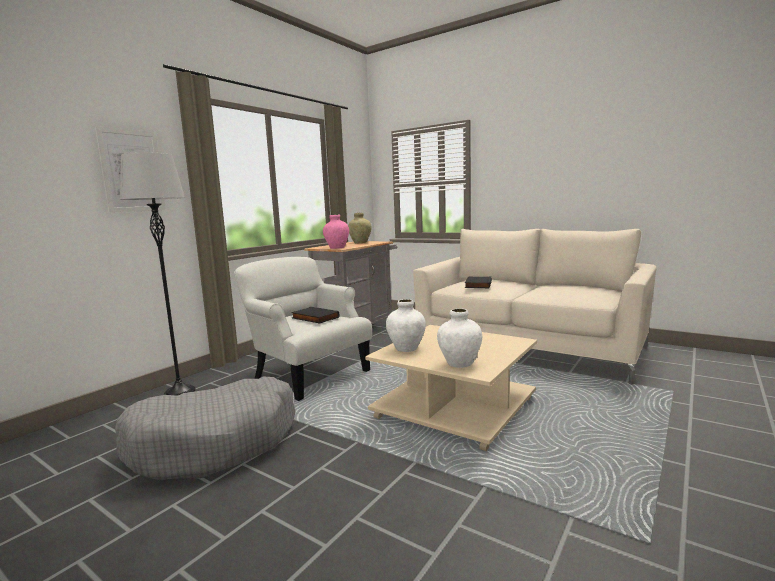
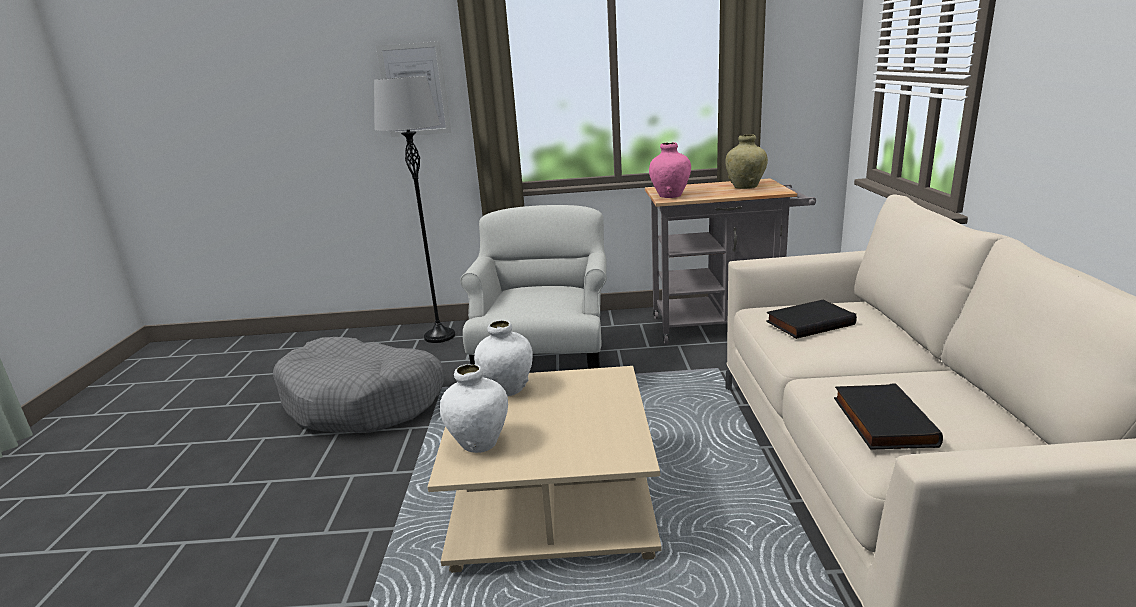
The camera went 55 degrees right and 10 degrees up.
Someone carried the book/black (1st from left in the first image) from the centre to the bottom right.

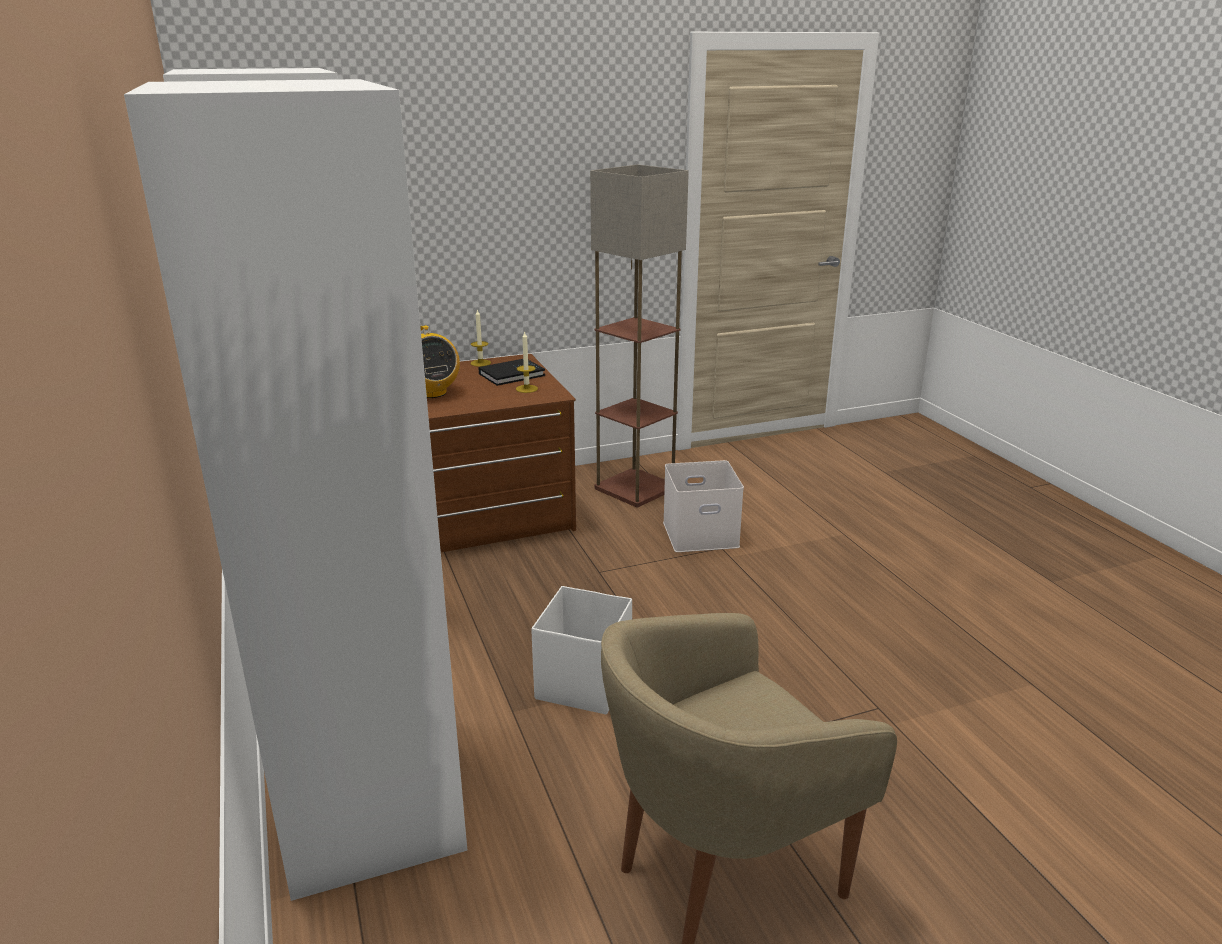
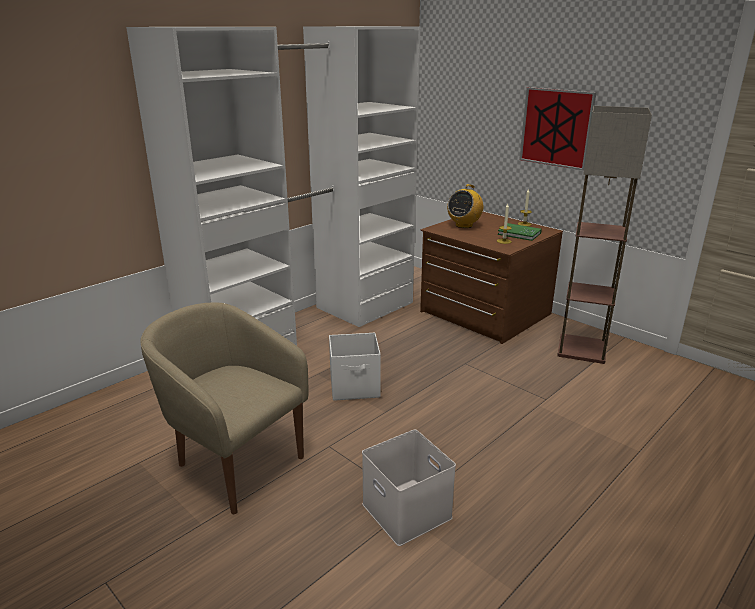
The camera went 65 degrees right and 0 degrees up.
Someone carried the storage box/white (2nd from left) from the centre to the bottom centre.
Someone repainted the book/black at the centre, which became the book/green at the middle right.
Someone put up the picture at the top right.

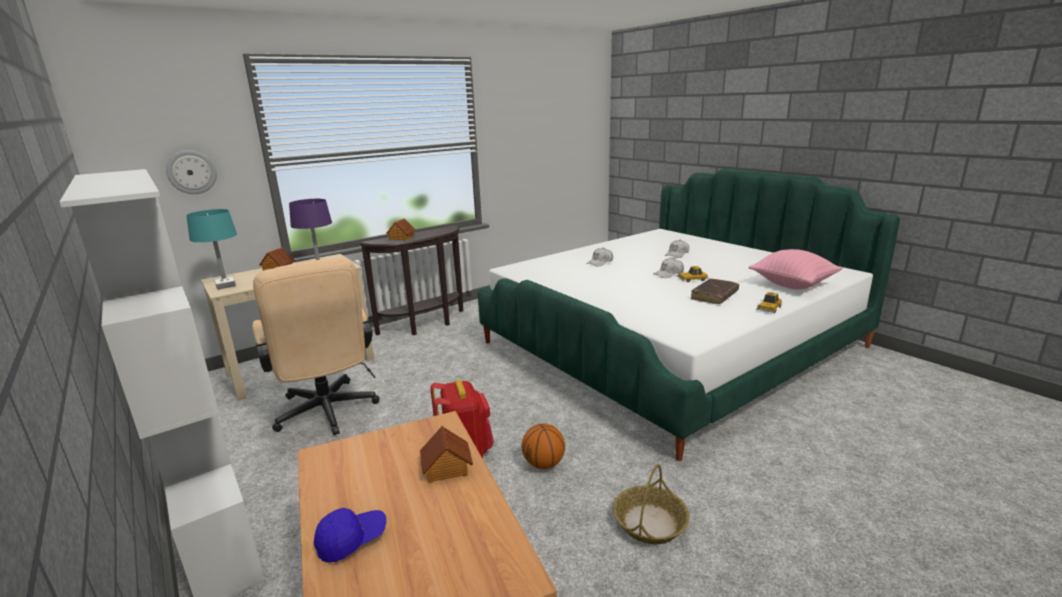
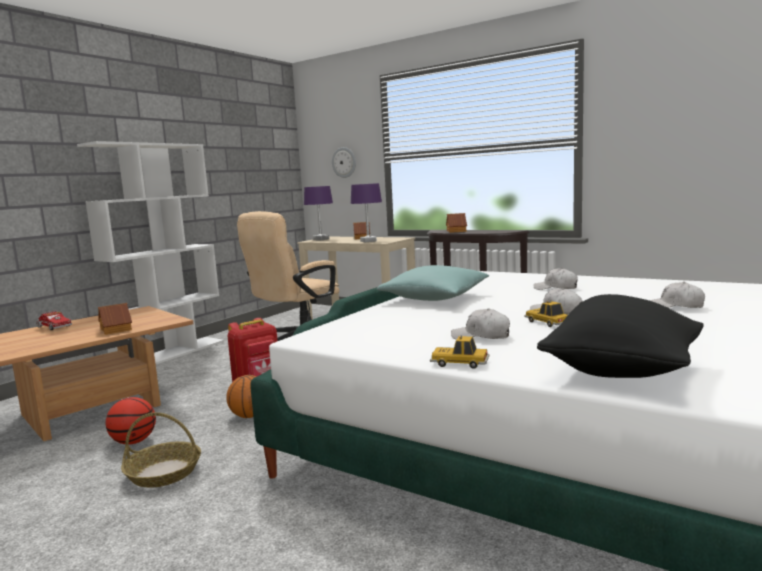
The camera went 70 degrees right and 10 degrees down.
Someone swapped the cap/blue at the bottom left for the toy truck at the middle left.
Someone put down the basketball (1st from left) at the bottom left.
Someone repainted the table lamp/turquoise at the middle left, which became the table lamp/purple (1st from left) at the centre.
Someone put down the pillow/turquoise at the centre.
Someone swapped the book/brown at the middle right for the cap/white (1st from left) at the centre.
Someone repainted the pillow/pink at the middle right, which became the pillow/black at the middle right.

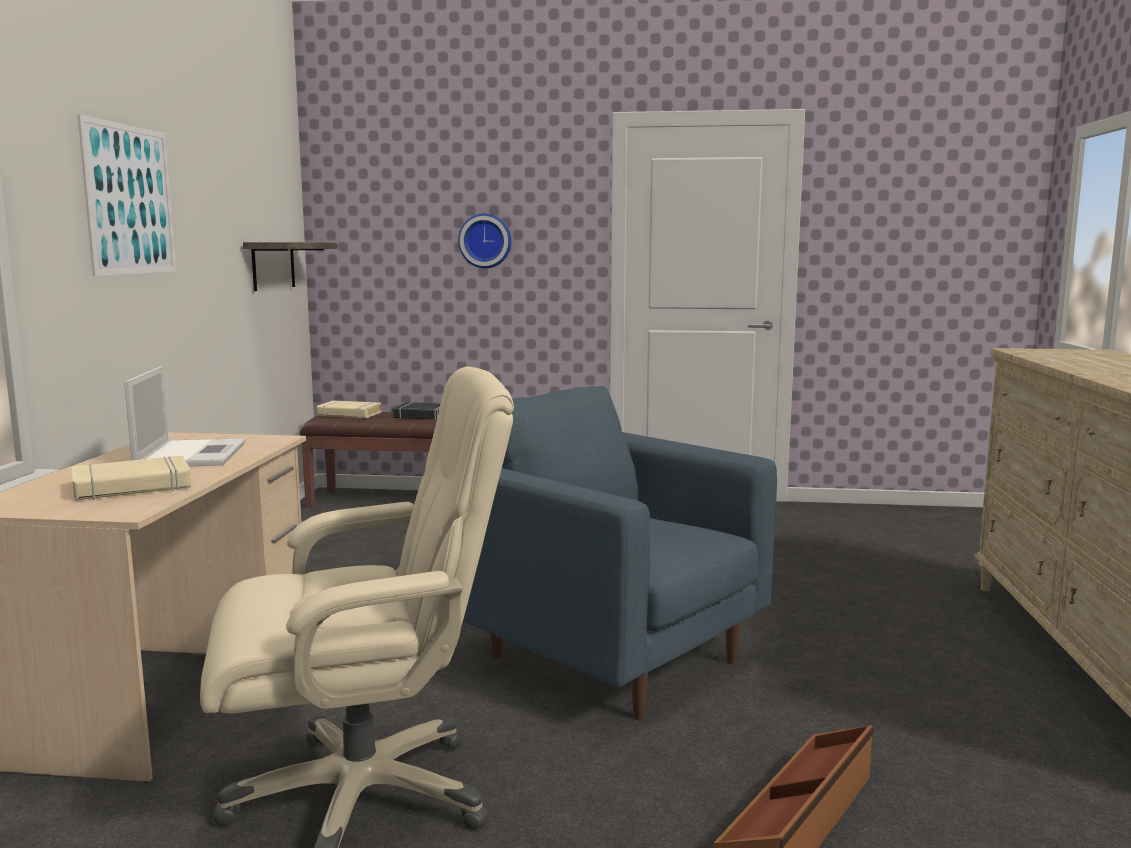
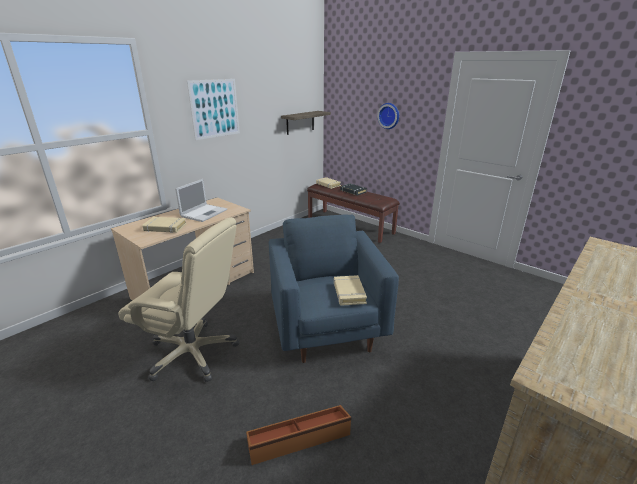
The camera went 35 degrees right and 15 degrees up.
Someone put down the book/beige (3rd from left) at the centre.

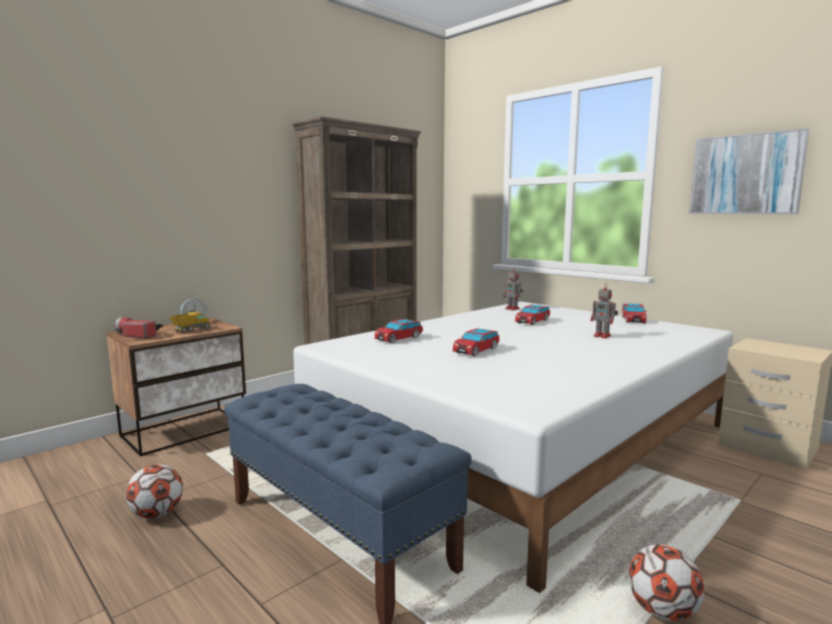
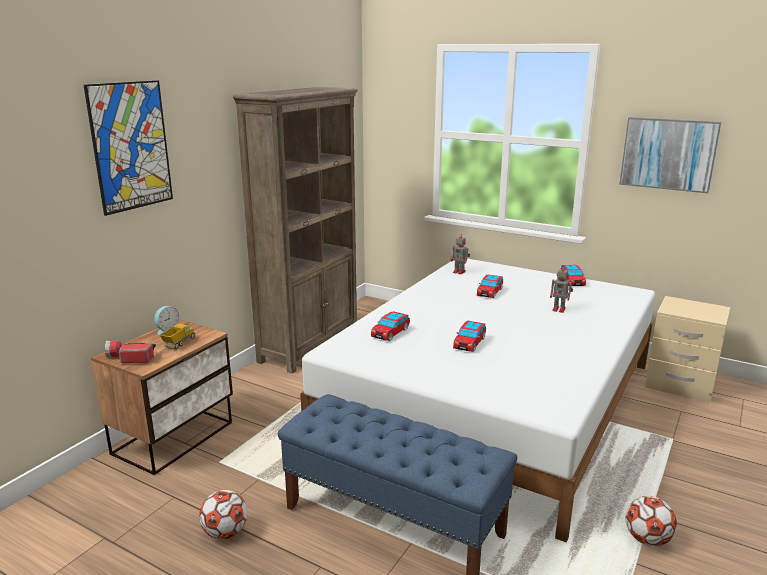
The camera went 15 degrees left and 10 degrees up.
Someone put up the picture (1st from left) at the top left.

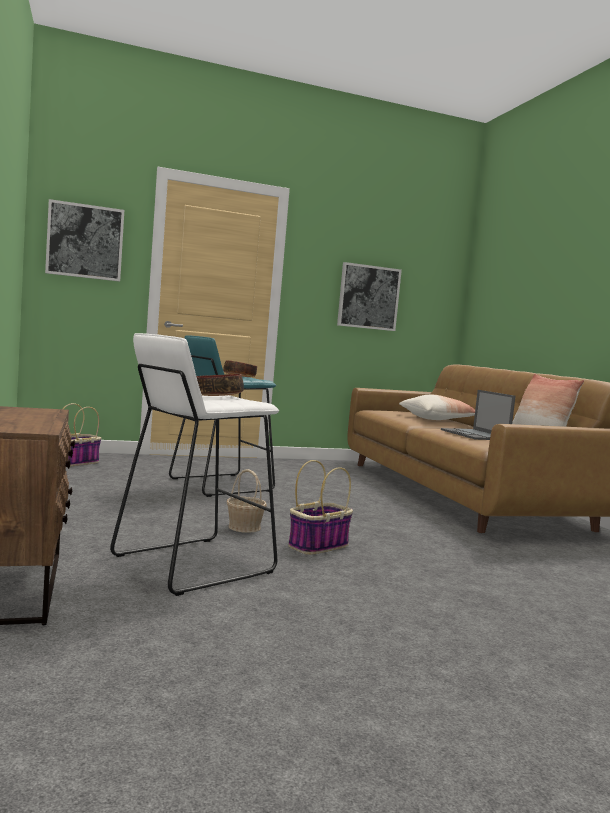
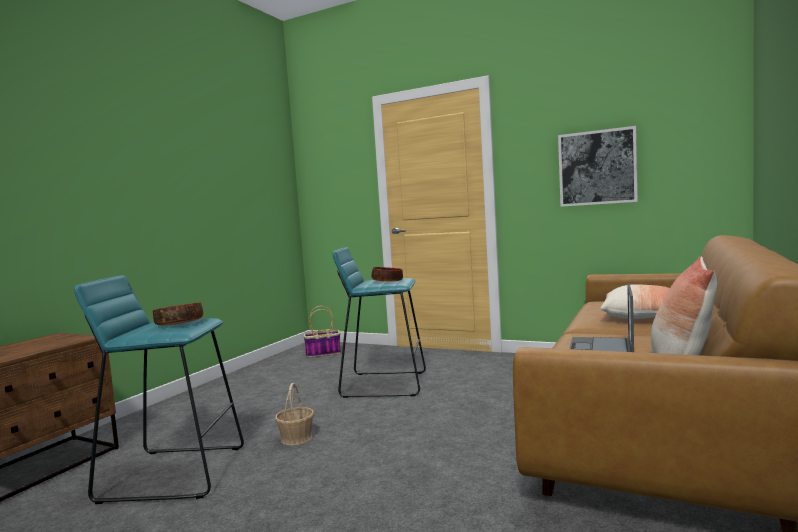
The camera went 45 degrees right and 0 degrees up.
Someone repainted the stool/white at the middle left, which became the stool/turquoise (1st from left) at the bottom left.
Someone took away the picture (1st from left) at the top left.
Someone took away the basket (3rd from left) at the centre.

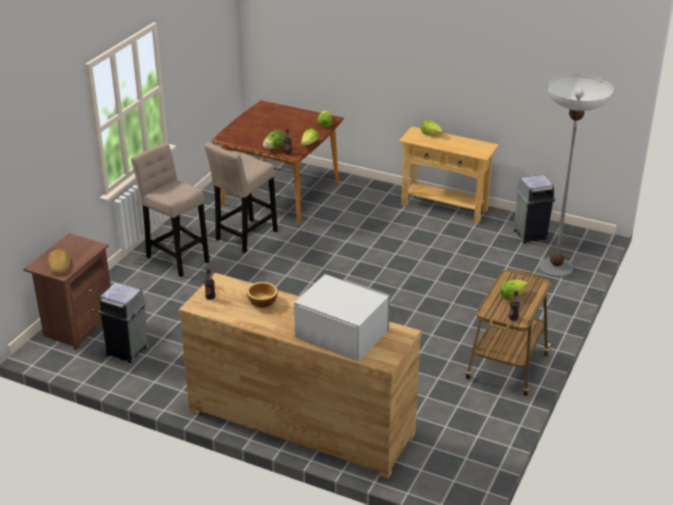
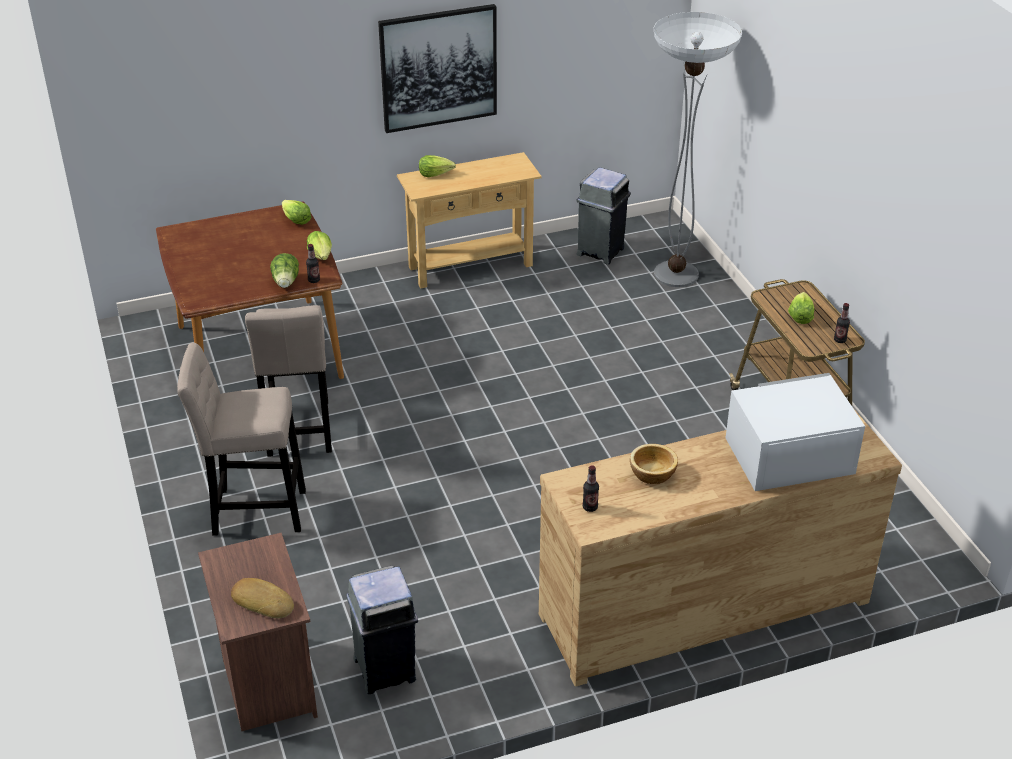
The camera went 45 degrees left and 5 degrees up.
Someone put up the picture at the top centre.

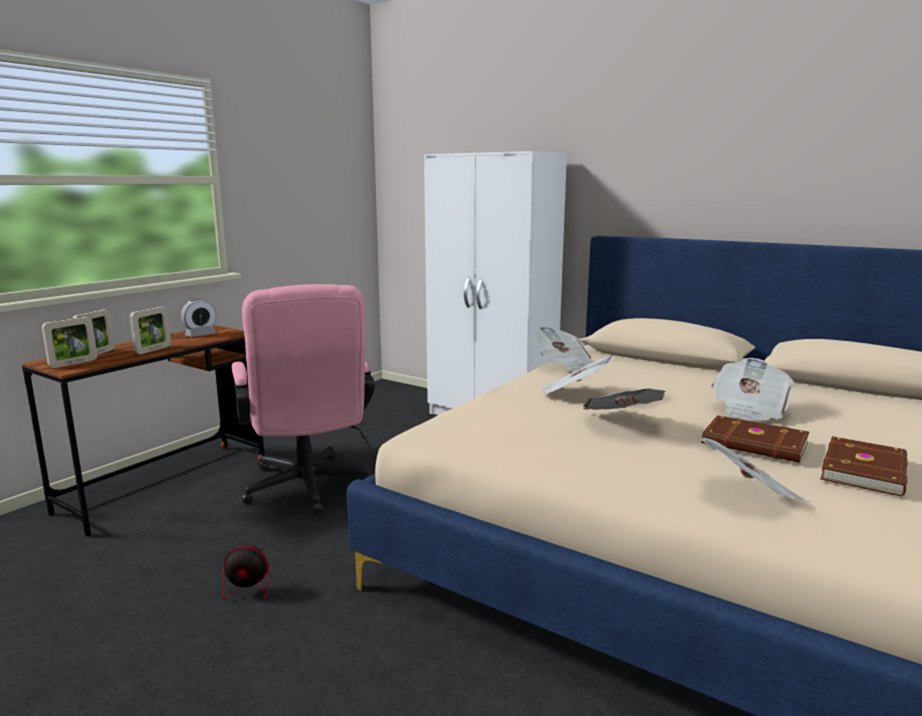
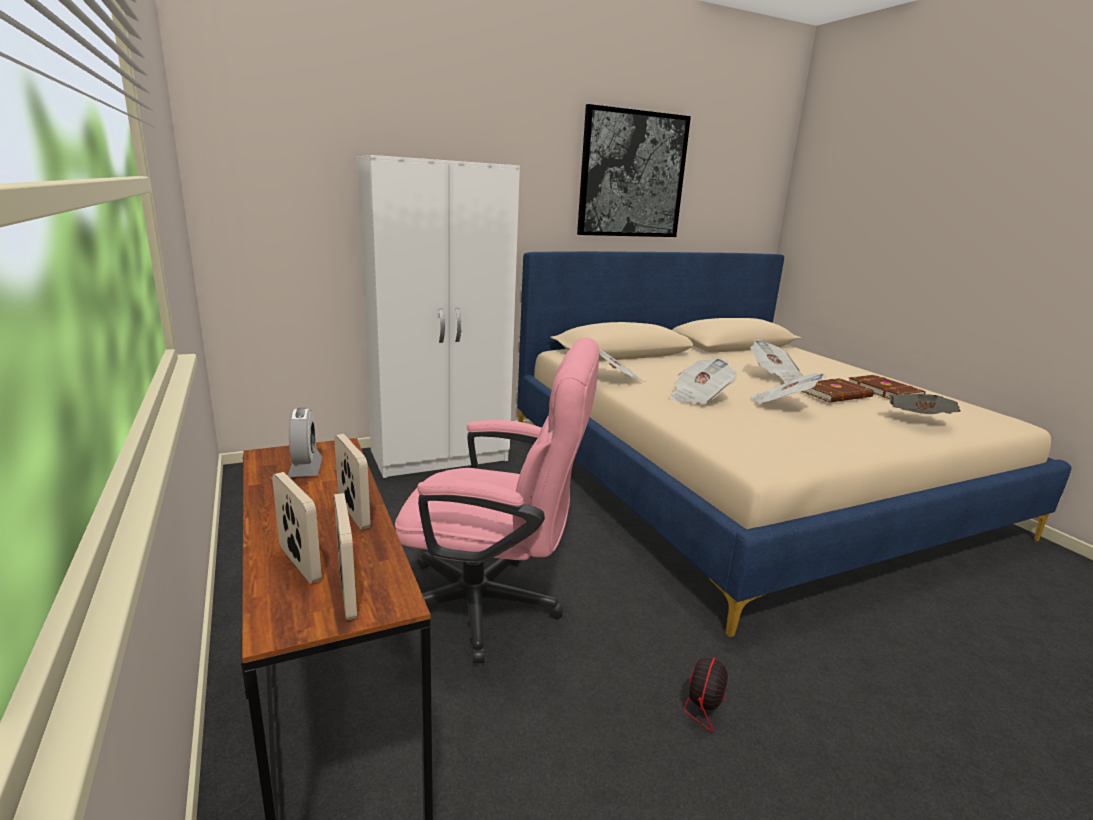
The camera went 60 degrees left and 5 degrees up.
Someone put up the picture at the top centre.

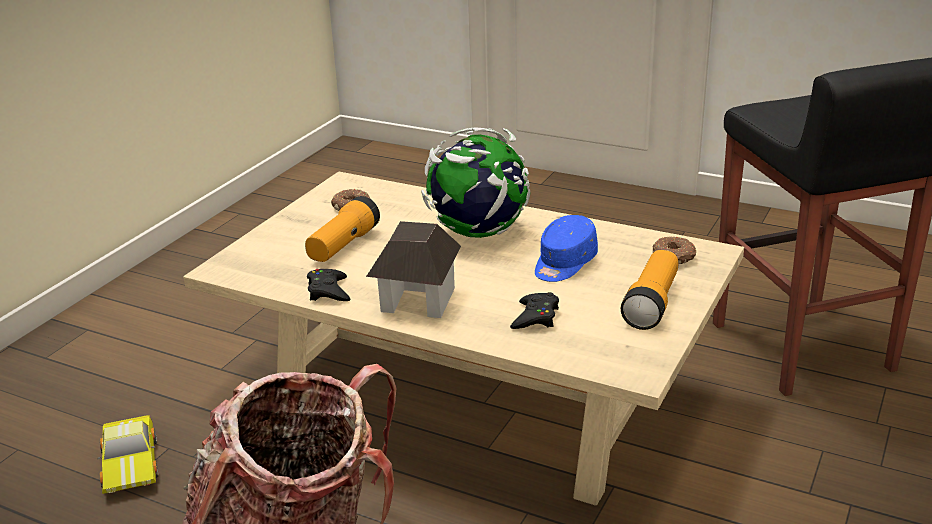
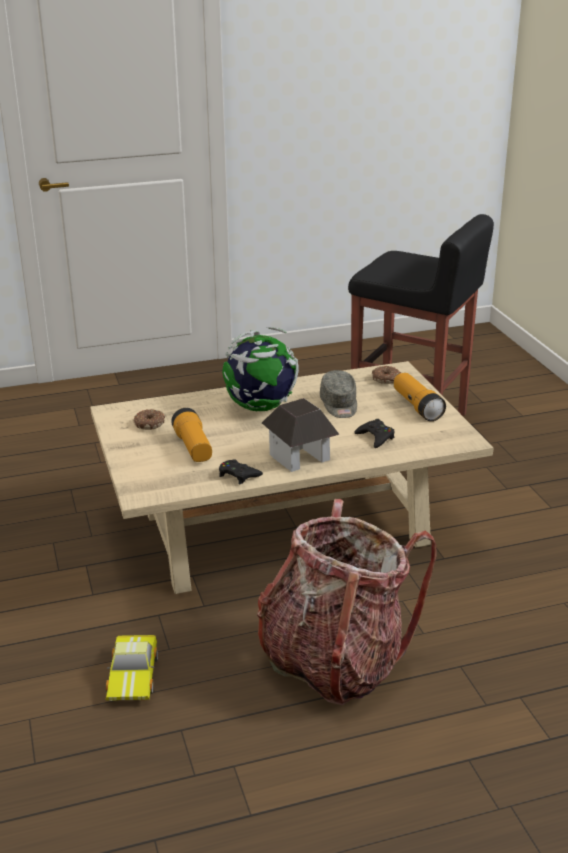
The camera went 45 degrees left and 0 degrees up.
Someone rotated the toy car at the bottom left by 60 degrees clockwise.
Someone repainted the cap/blue at the centre, which became the cap/grey at the centre.

